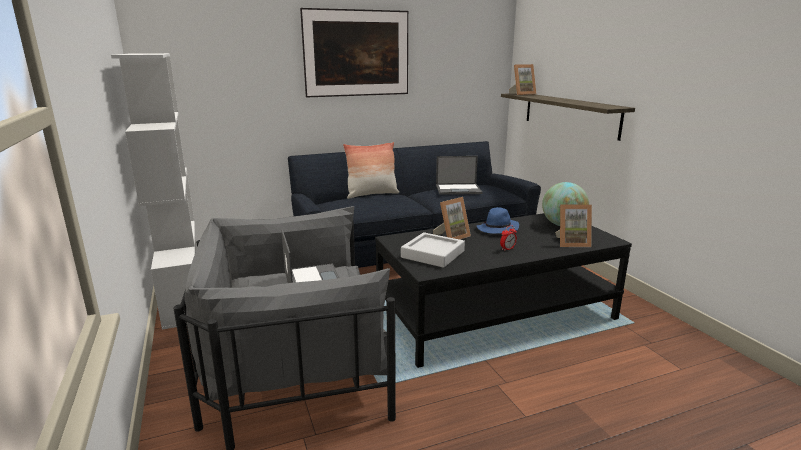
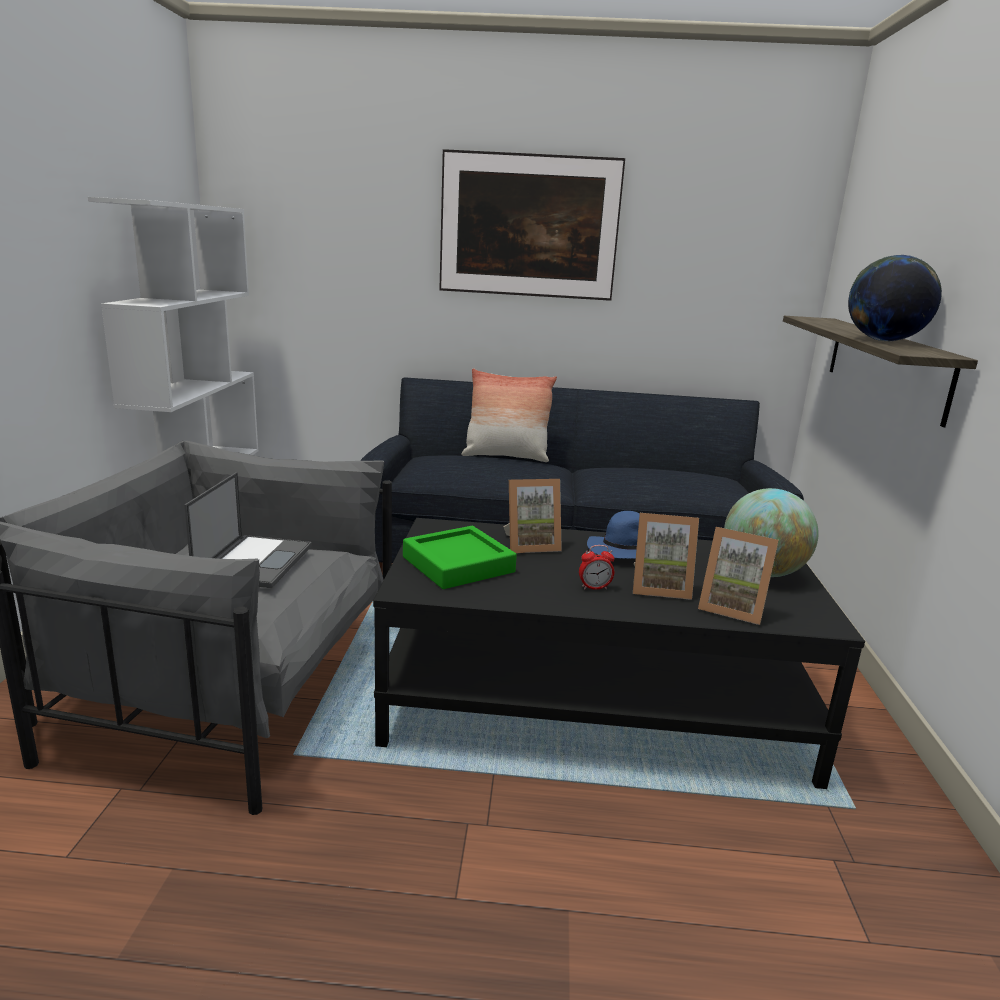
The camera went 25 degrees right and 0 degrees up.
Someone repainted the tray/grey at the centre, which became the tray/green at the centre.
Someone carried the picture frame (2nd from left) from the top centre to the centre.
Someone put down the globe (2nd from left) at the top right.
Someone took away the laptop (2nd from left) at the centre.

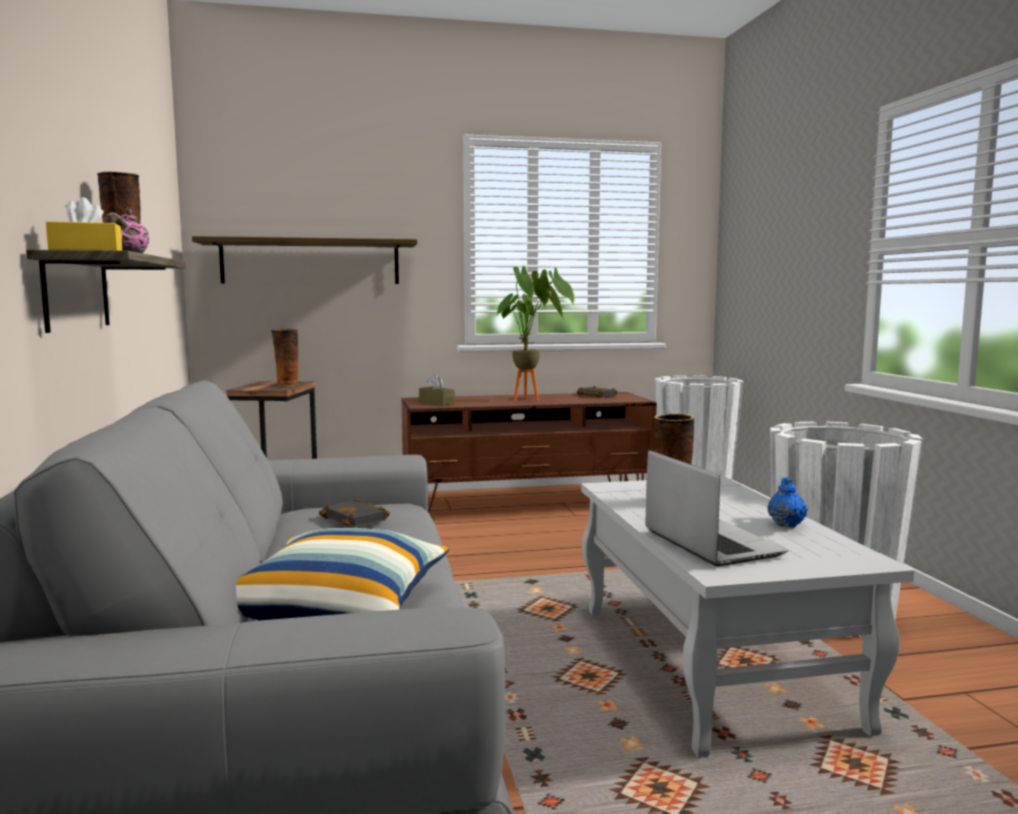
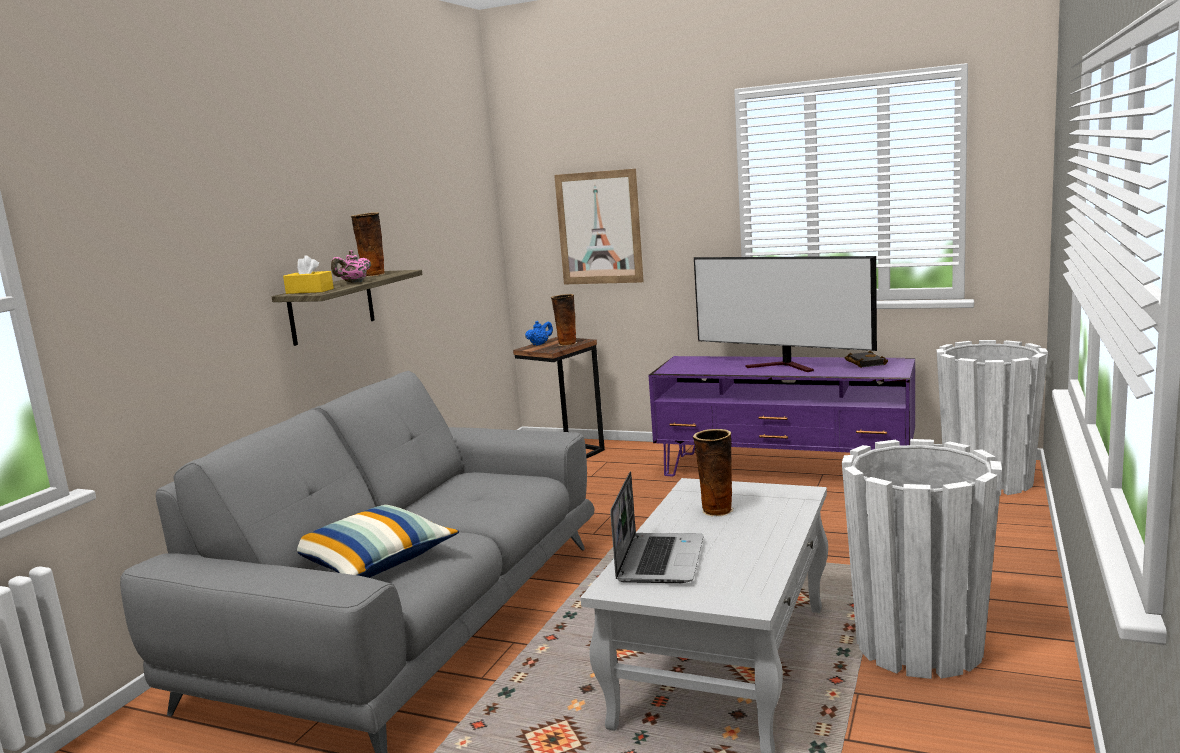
The camera went 35 degrees right and 5 degrees up.
Someone carried the teapot/blue from the middle right to the centre.
Someone swapped the shelf (2nd from left) at the top left for the picture at the top centre.
Someone repainted the tv stand/brown at the centre, which became the tv stand/purple at the centre.
Someone swapped the potted plant at the centre for the television at the centre.
Someone took away the book/black (1st from left) at the centre.
Someone took away the tissue box/brown at the centre.

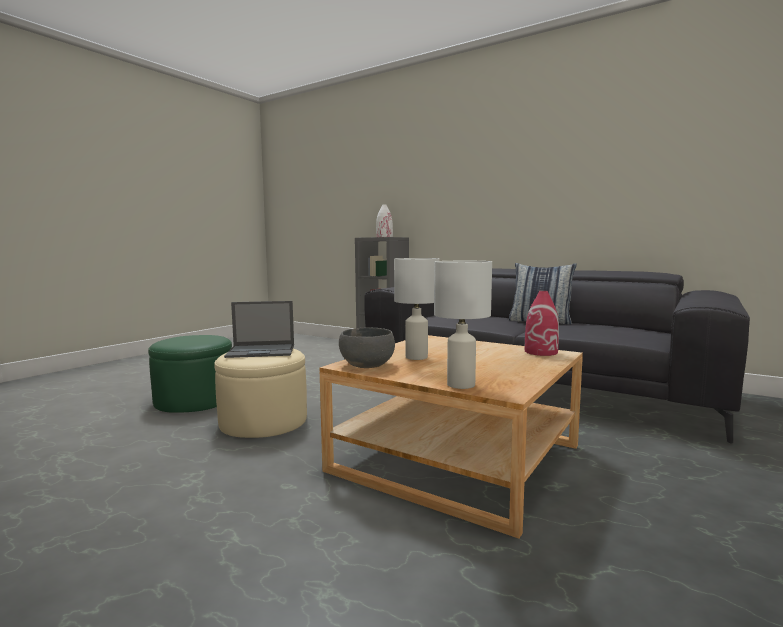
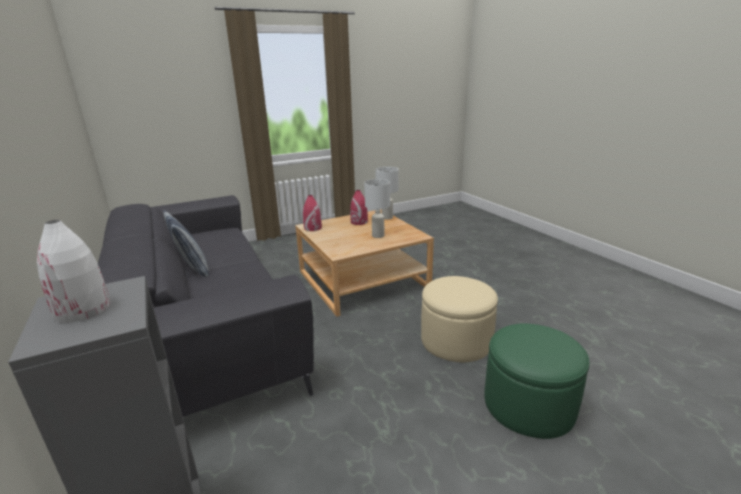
The camera went 150 degrees left and 15 degrees up.
Someone put down the vase/red (2nd from left) at the centre.
Someone took away the laptop at the middle left.
Someone took away the bowl/grey at the centre.

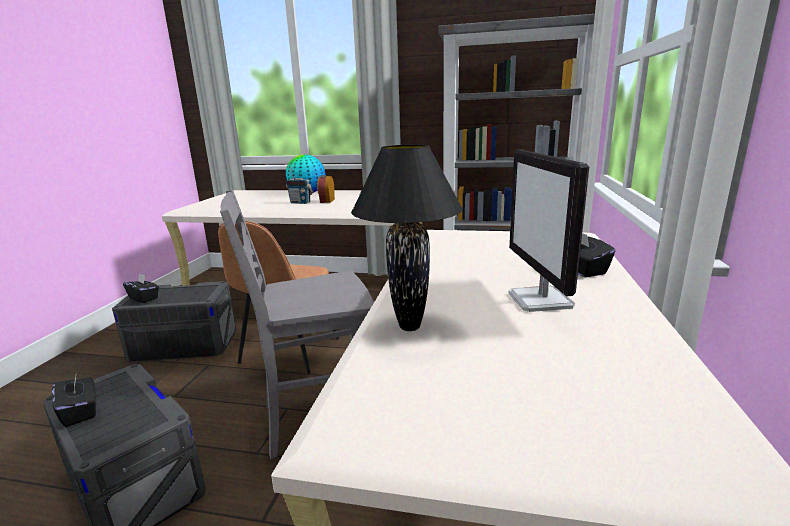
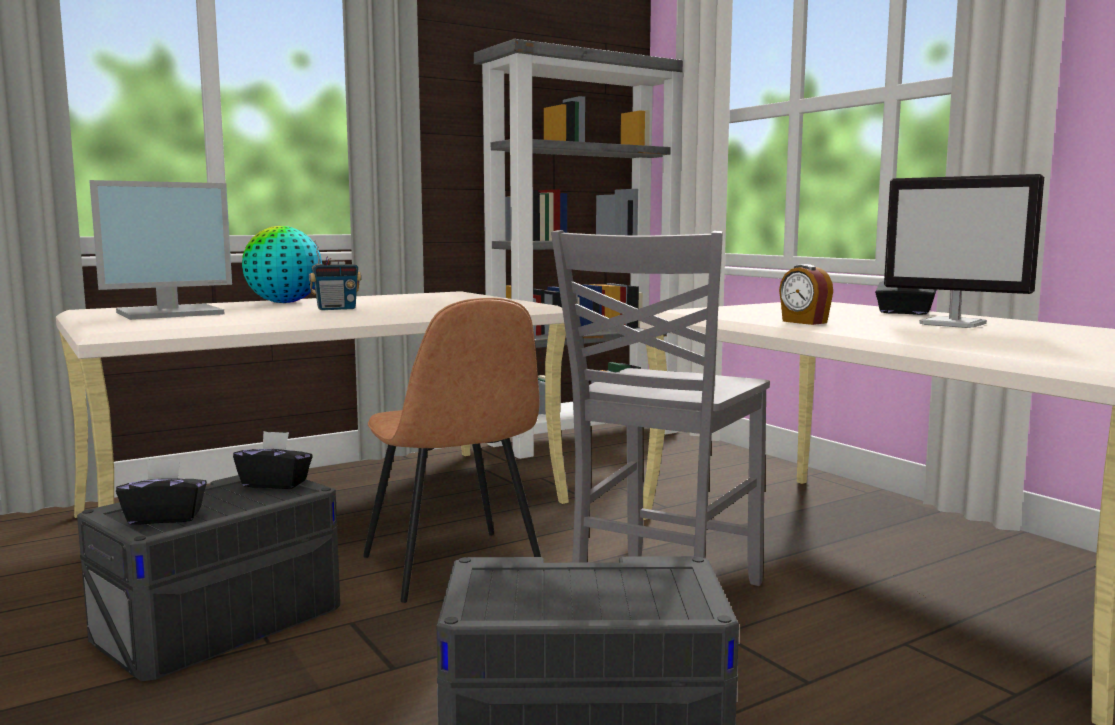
The camera went 45 degrees left and 10 degrees down.
Someone put down the monitor (1st from left) at the middle left.
Someone carried the tissue box/black (1st from left in the first image) from the bottom left to the middle left.
Someone carried the alarm clock from the centre to the middle right.
Someone took away the table lamp/black at the centre.

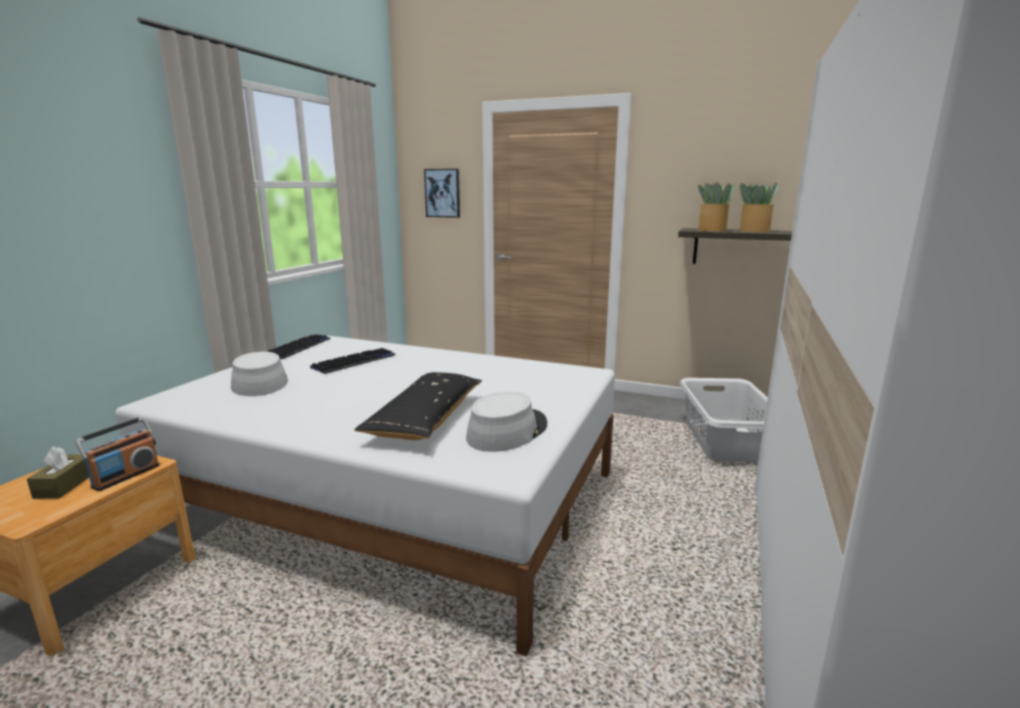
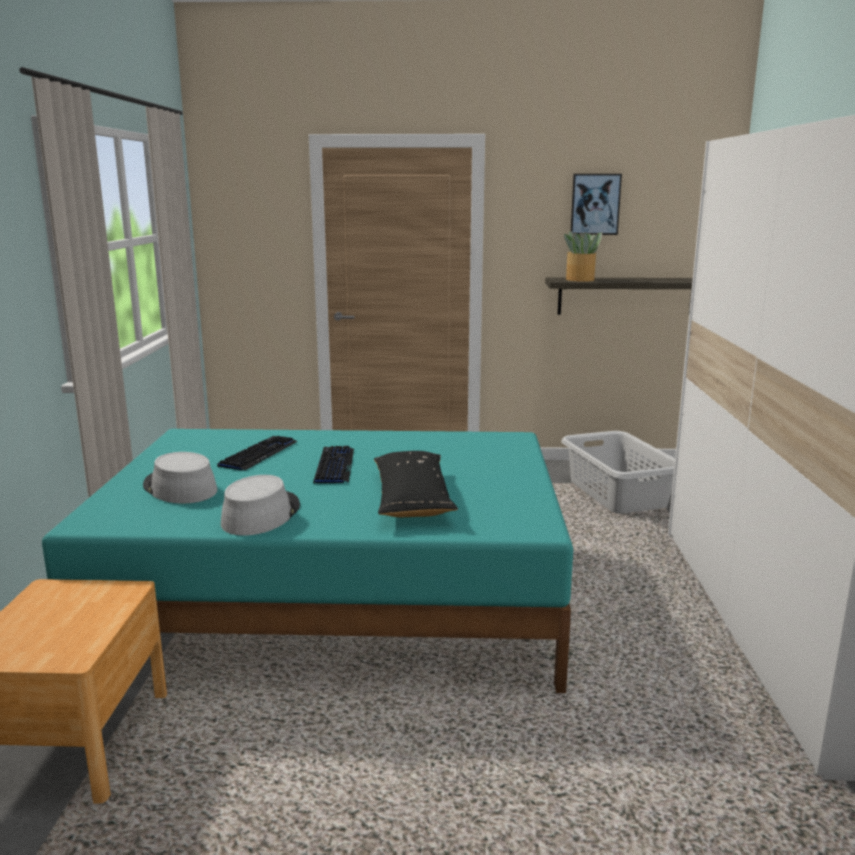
The camera went 20 degrees left and 0 degrees up.
Someone repainted the bed/white at the bottom centre, which became the bed/turquoise at the centre.
Someone carried the hat/grey (2nd from left) from the centre to the middle left.
Someone carried the keyboard (1st from left in the first image) from the middle left to the centre.
Someone carried the picture from the top centre to the top right.
Someone took away the tissue box/brown at the bottom left.
Someone took away the radio at the middle left.
Someone took away the potted plant (2nd from left) at the top right.

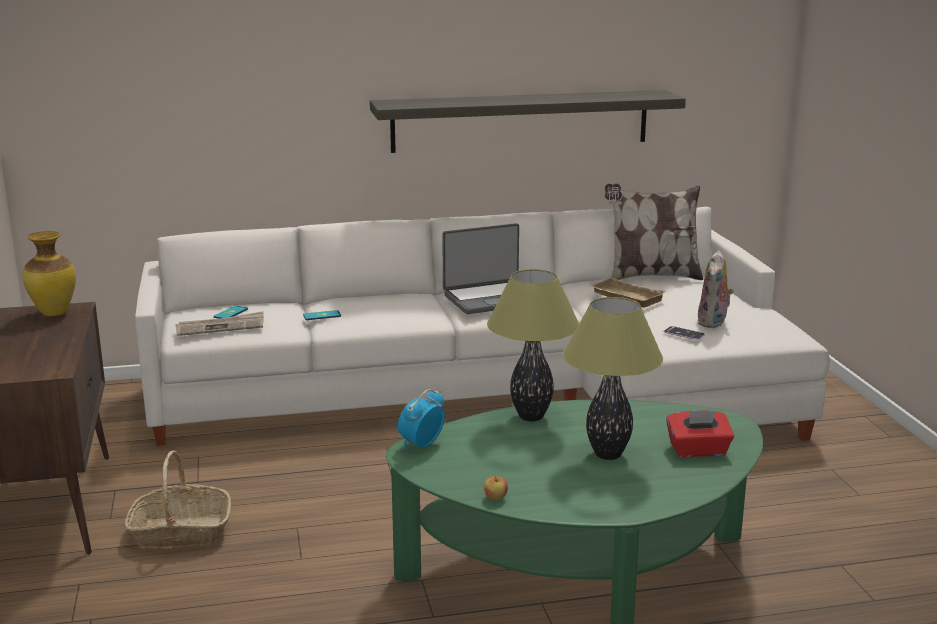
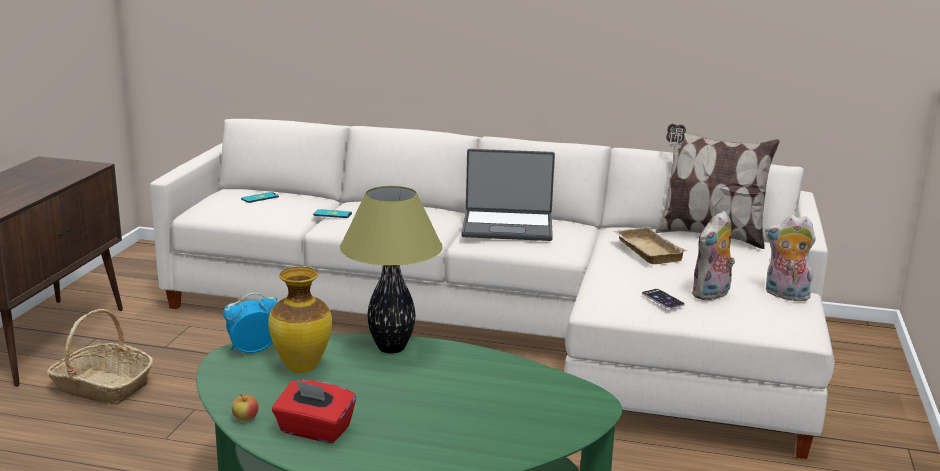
The camera went 25 degrees right and 0 degrees up.
Someone carried the vase from the middle left to the bottom left.
Someone carried the tissue box/red from the bottom right to the bottom centre.
Someone put down the plush toy (2nd from left) at the middle right.
Someone took away the newspaper at the middle left.
Someone took away the shelf at the top centre.
Someone took away the table lamp (2nd from left) at the centre.

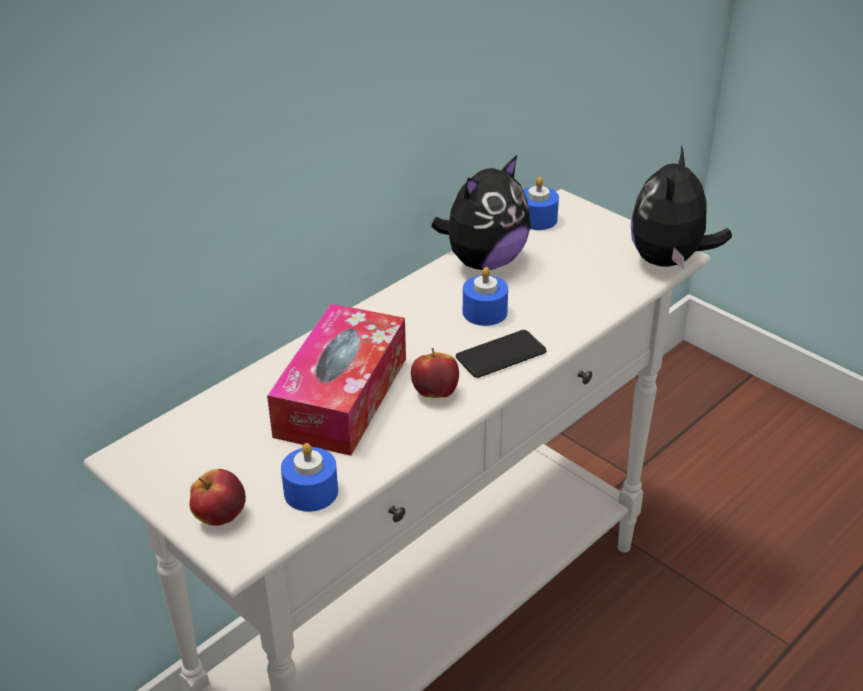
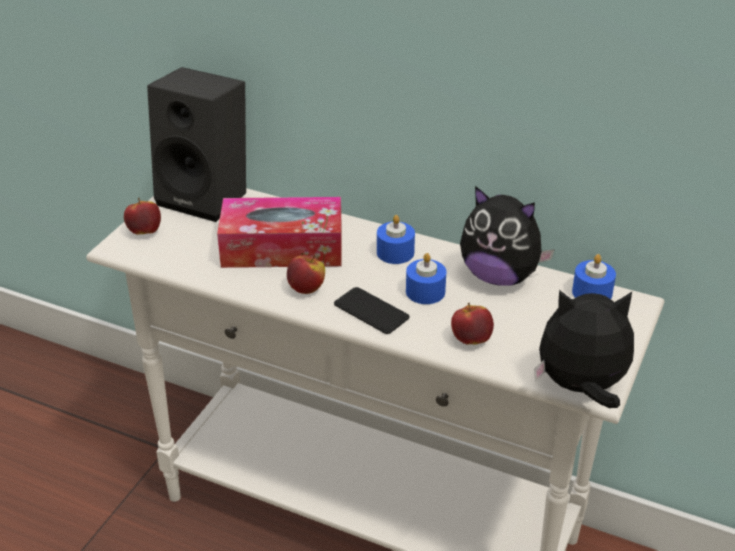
The camera went 70 degrees right and 0 degrees up.
Someone put down the speaker/black at the top left.
Someone carried the candle/blue (1st from left) from the bottom centre to the centre.
Someone put down the apple (3rd from left) at the centre.

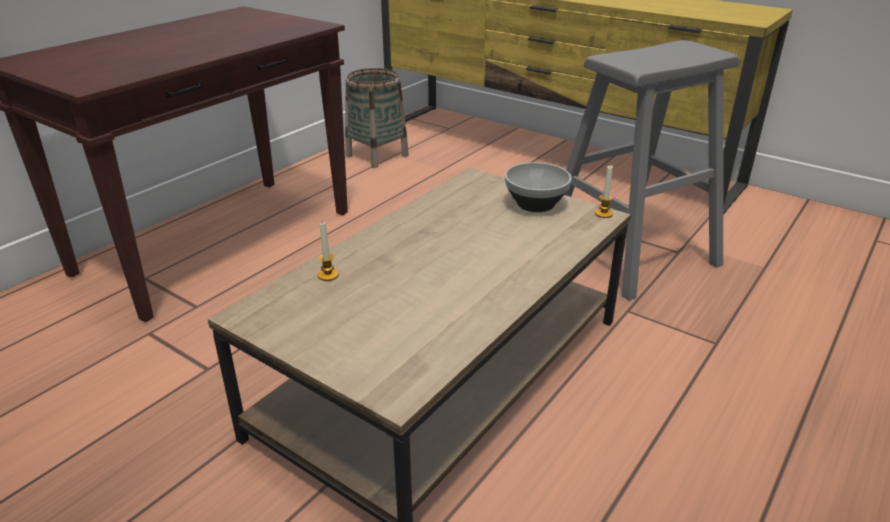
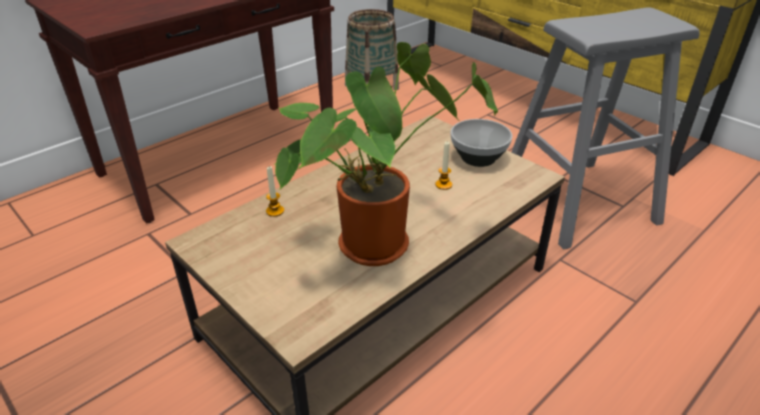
The camera went 10 degrees right and 5 degrees up.
Someone put down the potted plant at the centre.
Someone carried the candle (2nd from left) from the middle right to the centre.

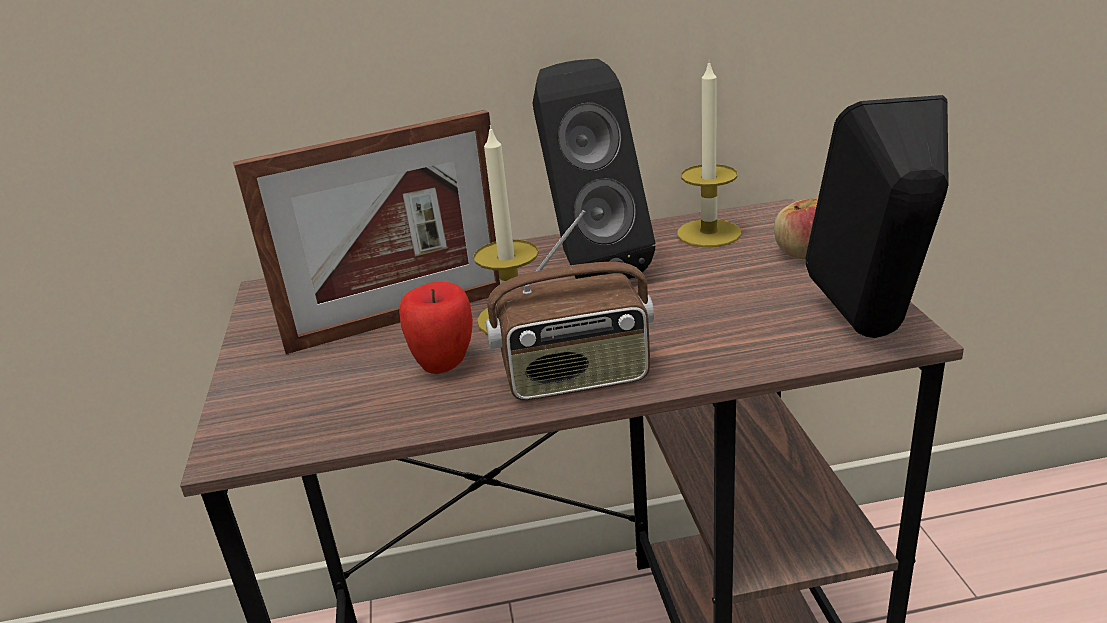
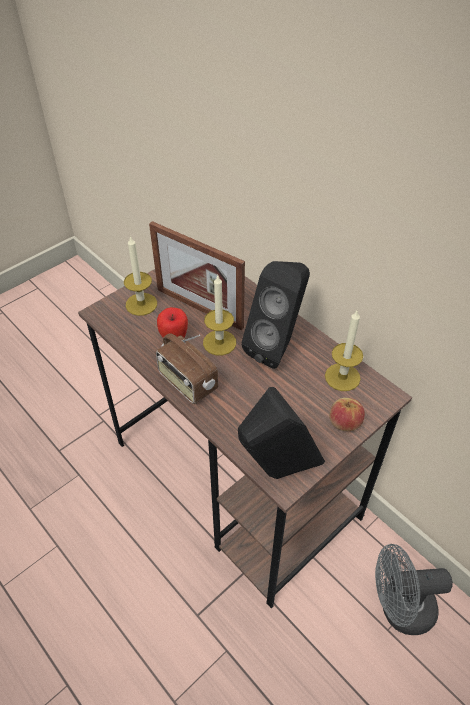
The camera went 55 degrees right and 20 degrees up.
Someone put down the candle (1st from left) at the middle left.
Someone put down the fan/grey at the bottom right.

